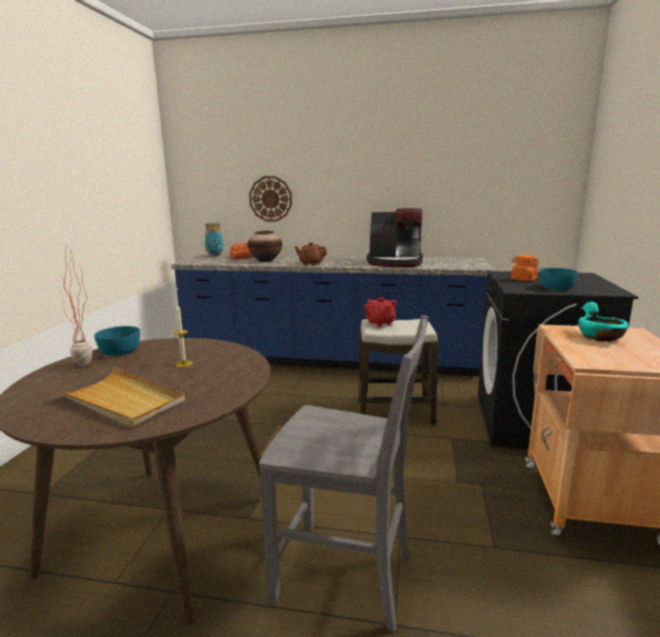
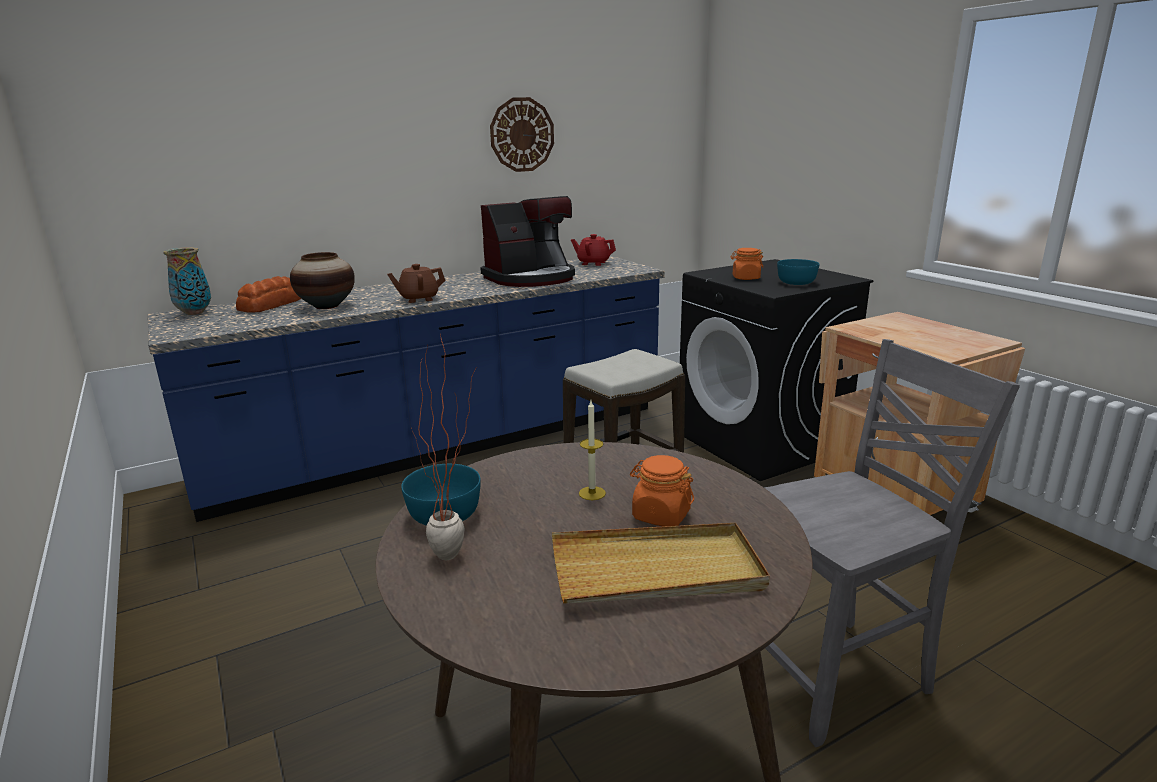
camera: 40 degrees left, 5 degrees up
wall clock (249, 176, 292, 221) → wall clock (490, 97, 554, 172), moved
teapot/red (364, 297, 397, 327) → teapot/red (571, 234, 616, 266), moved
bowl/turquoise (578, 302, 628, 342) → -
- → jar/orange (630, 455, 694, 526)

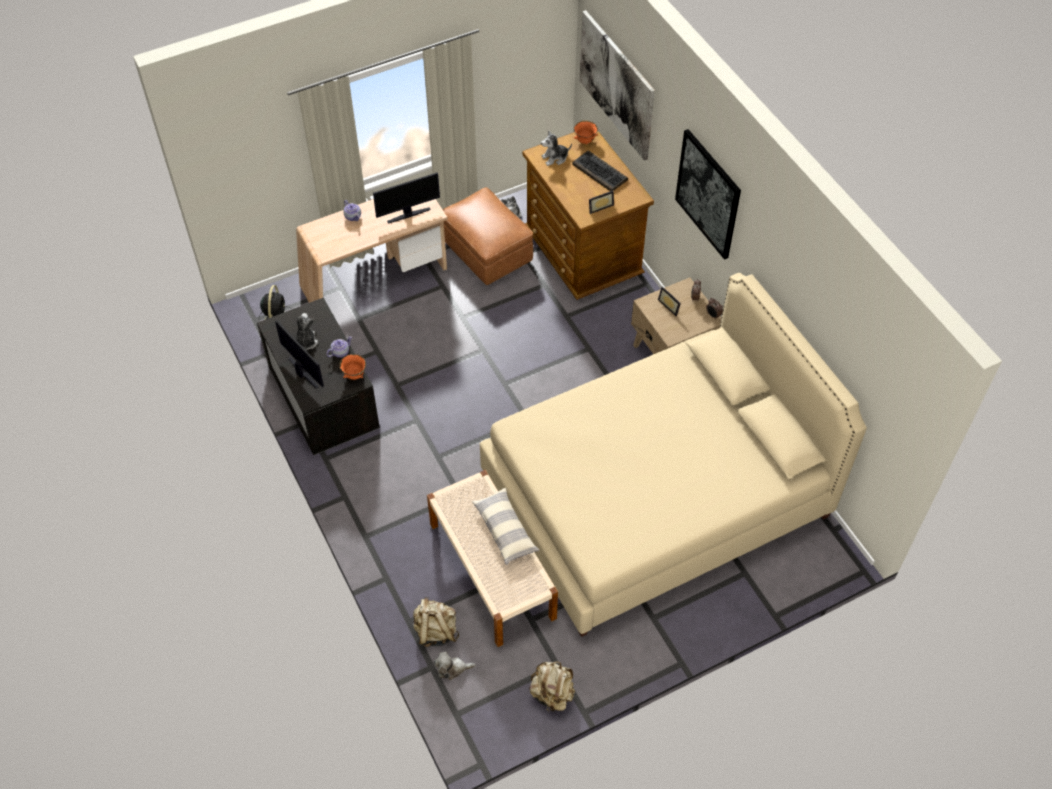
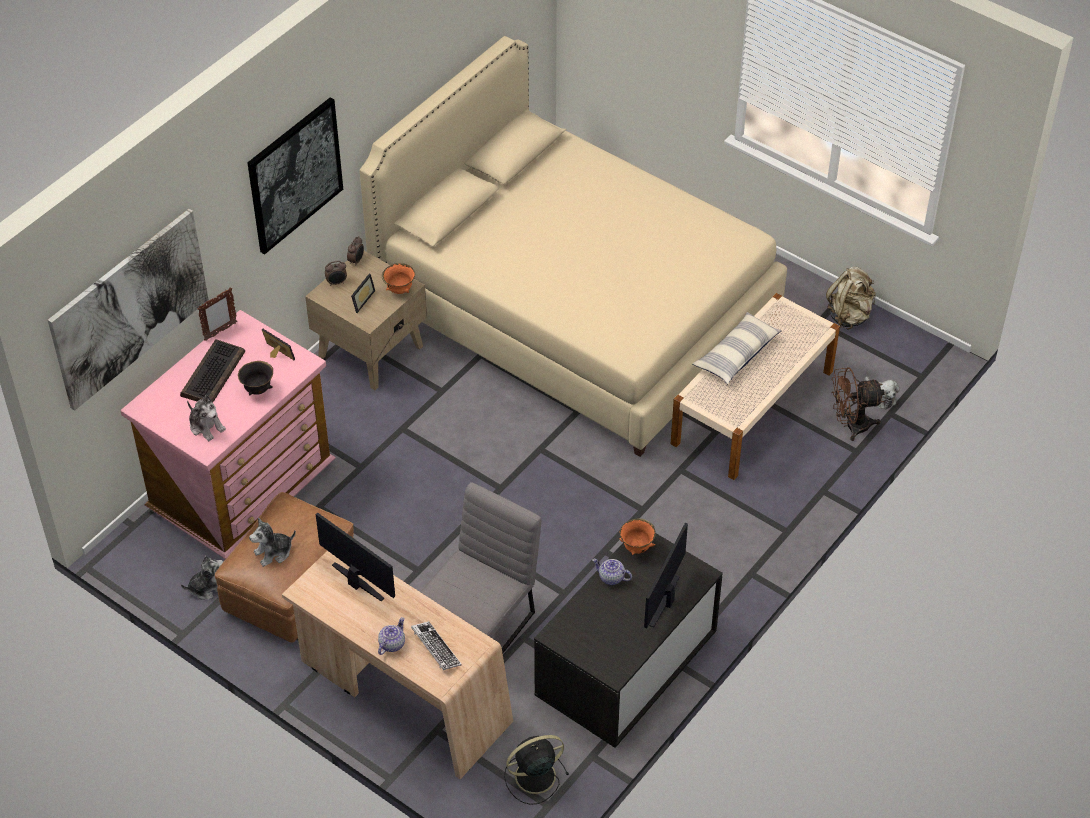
camera: 115 degrees left, 5 degrees down
plush toy (296, 313, 318, 350) → plush toy (249, 518, 296, 567), moved
backpack/beige (413, 597, 459, 647) → fan/brown (831, 367, 885, 441)
dresser/brown (522, 131, 654, 300) → dresser/pink (120, 310, 336, 560)
bowl/orange (574, 120, 598, 144) → bowl/orange (382, 263, 415, 294), moved
- → picture frame (197, 288, 237, 341)
- → bowl/black (238, 361, 273, 395)
- → keyboard (411, 621, 462, 670)
- → chair/grey (420, 482, 541, 653)

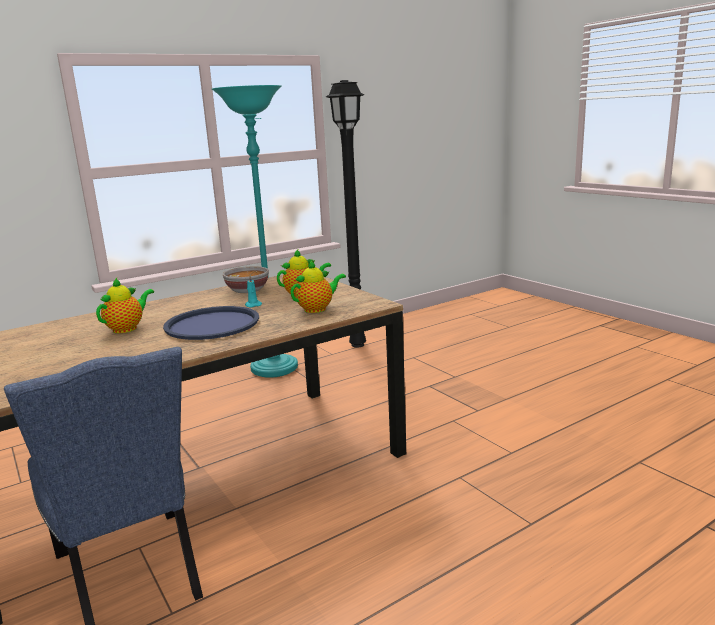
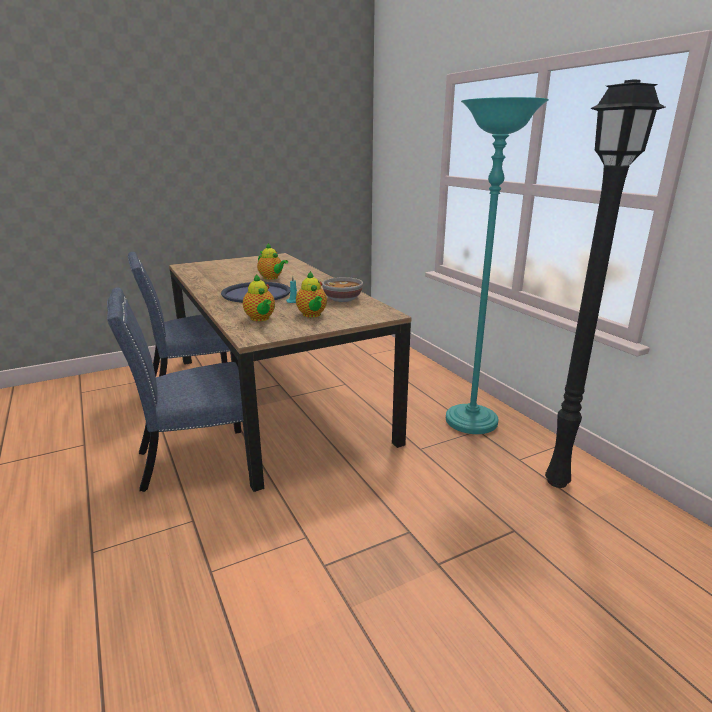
camera: 95 degrees right, 5 degrees up
- → chair/blue (107, 287, 249, 492)

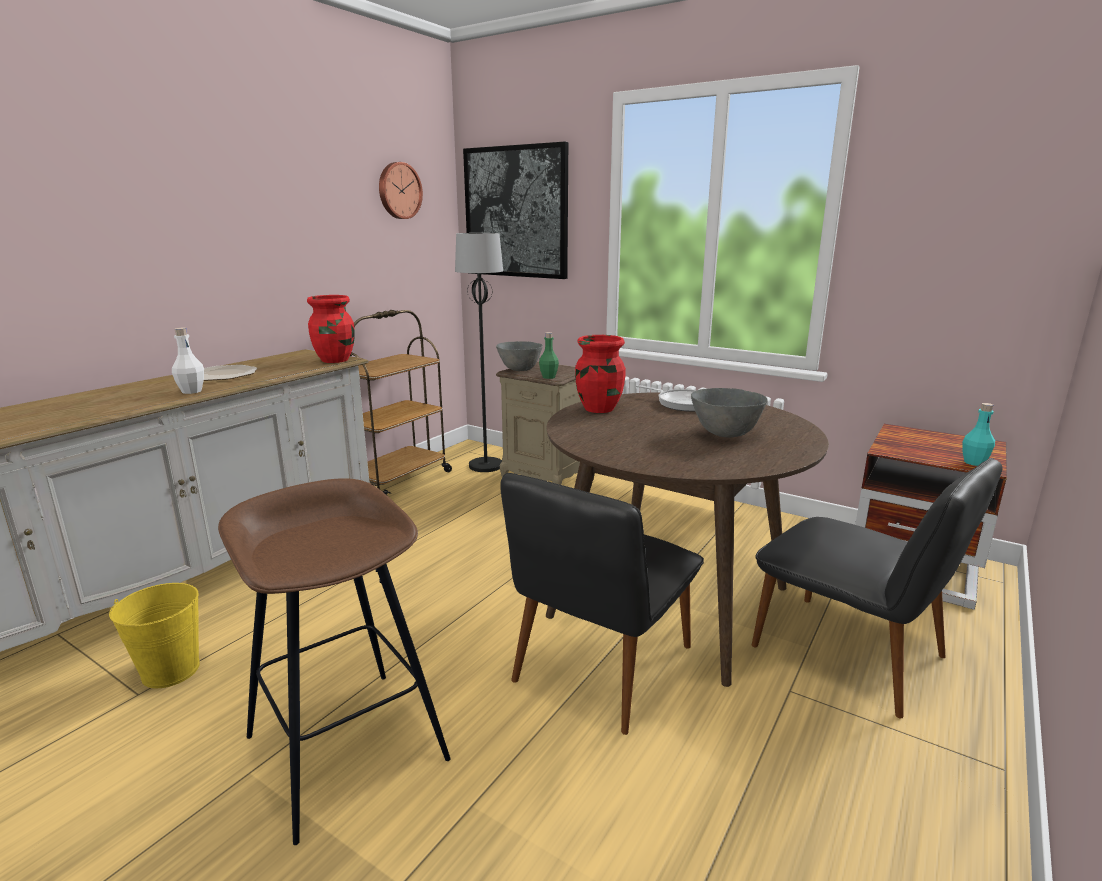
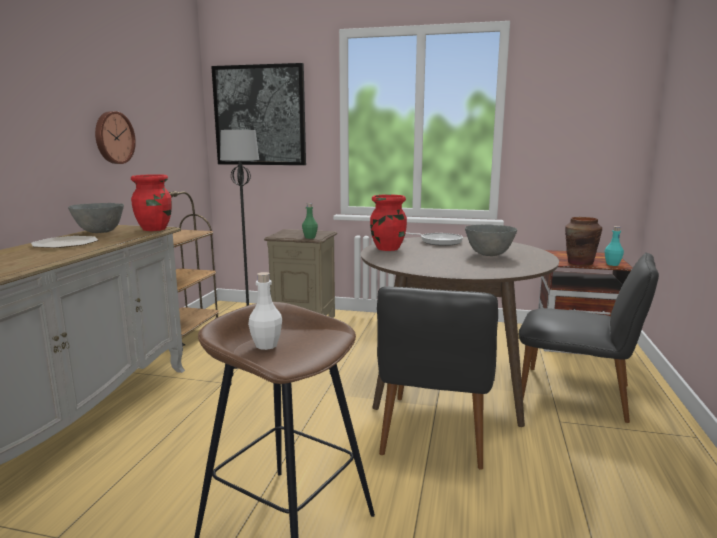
camera: 20 degrees left, 5 degrees down
bucket/yellow (109, 583, 200, 688) → -
bottle/white (172, 328, 204, 394) → bottle/white (248, 272, 282, 350), moved
wall clock (379, 162, 423, 219) → wall clock (95, 111, 136, 164), moved
bowl/grey (496, 341, 543, 371) → bowl/grey (68, 203, 124, 233), moved
- → vase/brown (565, 217, 602, 266)

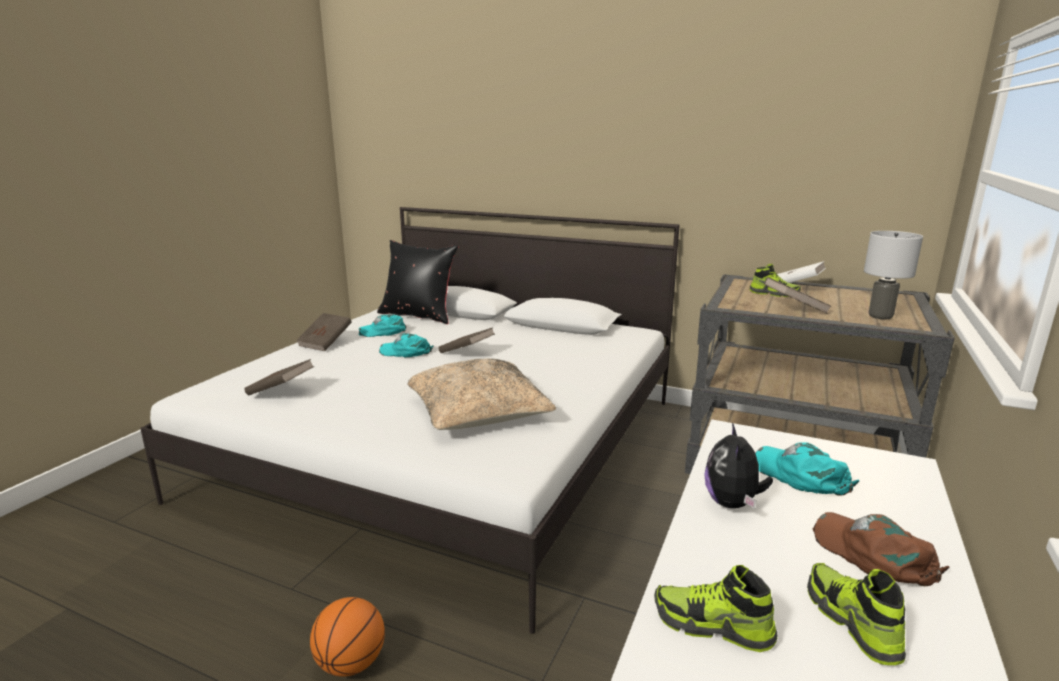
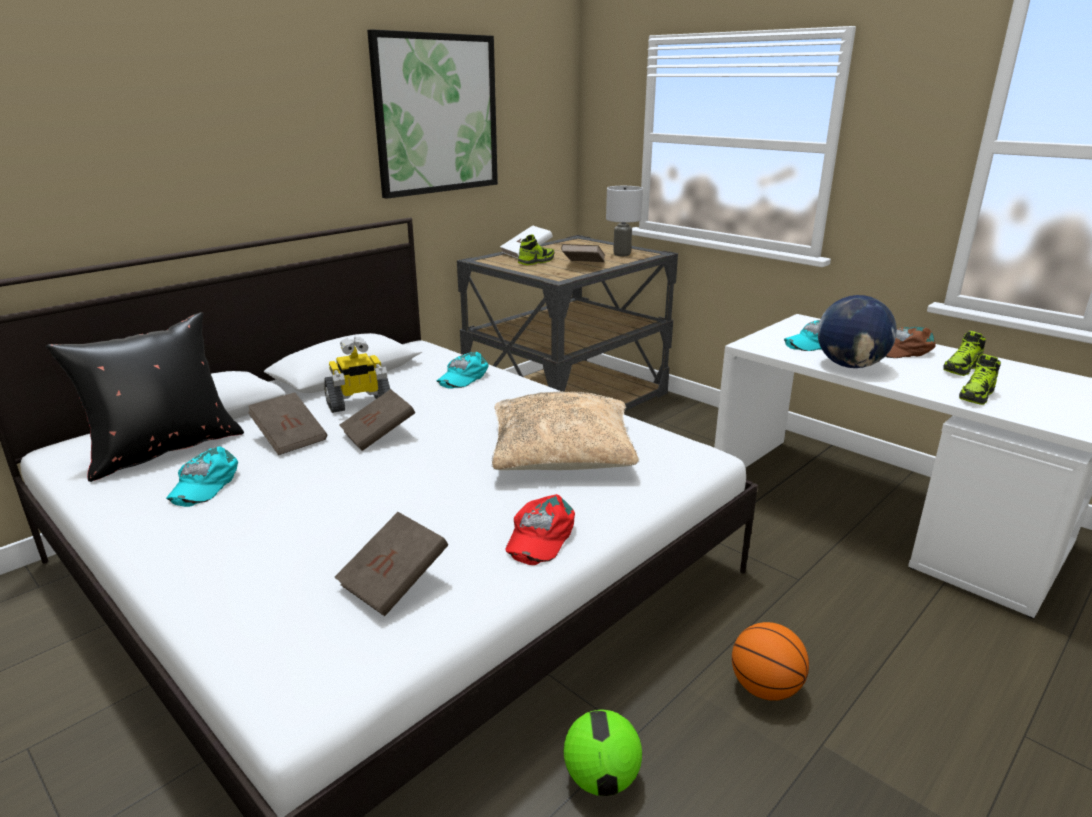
camera: 70 degrees left, 5 degrees up
book/brown (296, 313, 352, 351) → book/brown (248, 393, 327, 455), moved
cap/turquoise (379, 333, 433, 357) → cap/turquoise (437, 352, 489, 389), moved
plush toy (704, 422, 773, 509) → globe (818, 295, 897, 368)
shoe (807, 563, 906, 665) → shoe (943, 331, 986, 376), 45 degrees counterclockwise
- → toy robot (324, 337, 390, 413)
- → picture (367, 29, 498, 199)
- → cap/red (505, 494, 575, 565)
- → football (564, 709, 642, 796)

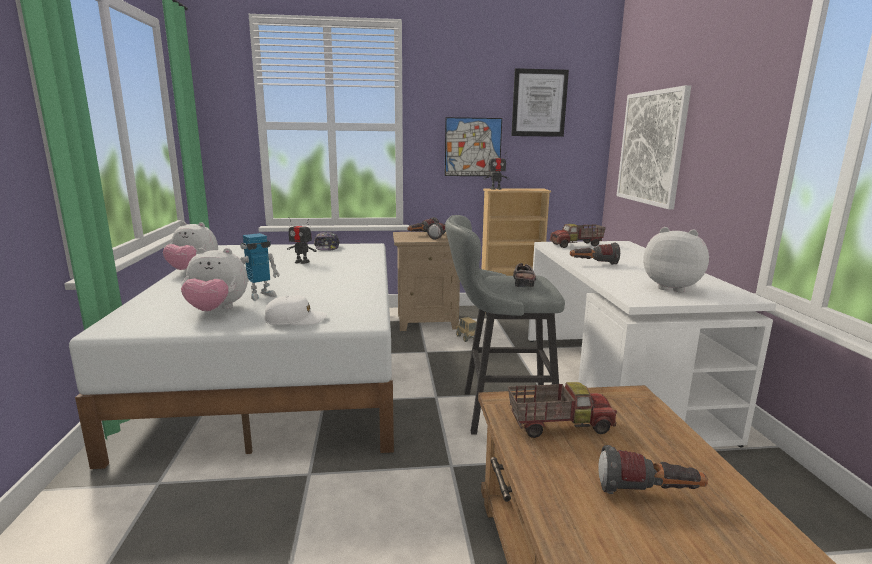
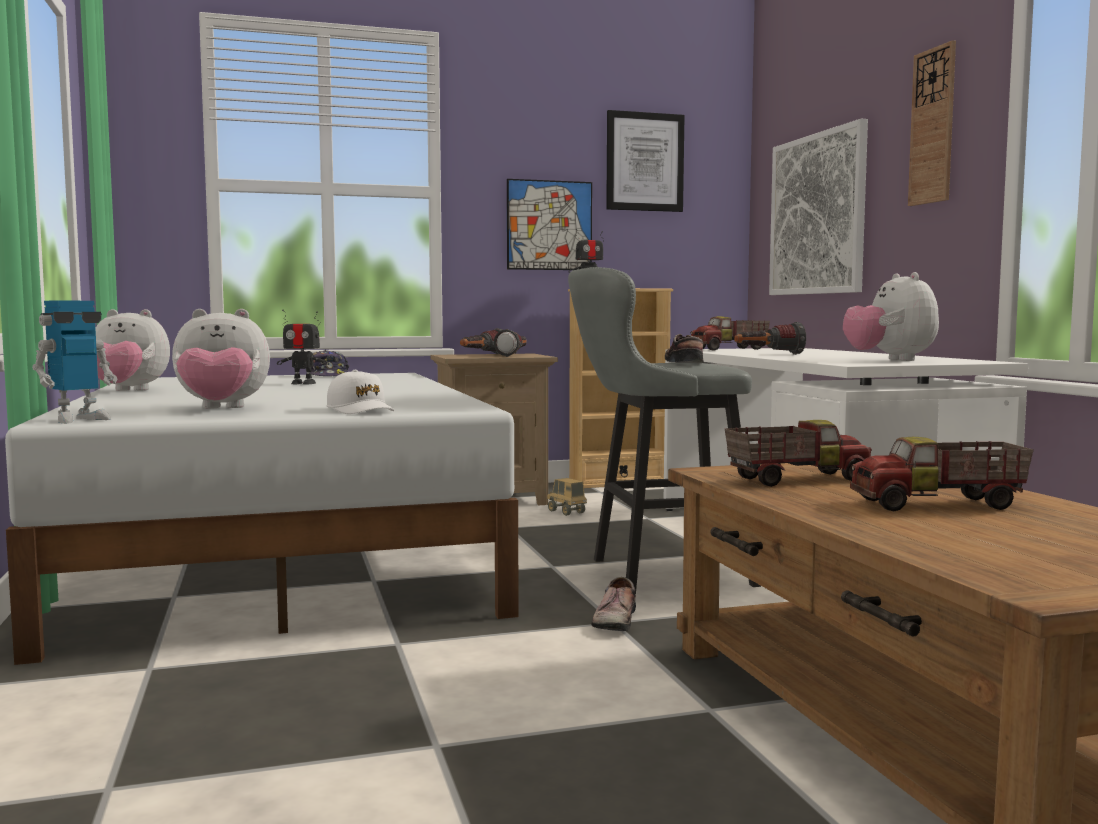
camera: 10 degrees left, 10 degrees down
toy robot (240, 233, 280, 301) → toy robot (32, 300, 117, 424), moved
cap/white (265, 295, 327, 325) → cap/white (326, 370, 394, 414), 75 degrees clockwise
flashlight (598, 445, 708, 494) → toy truck (850, 437, 1034, 511)
plush toy (643, 227, 709, 292) → plush toy (843, 272, 939, 361), 120 degrees counterclockwise
- → shoe (591, 577, 636, 631)
- → wall clock (908, 40, 956, 206)

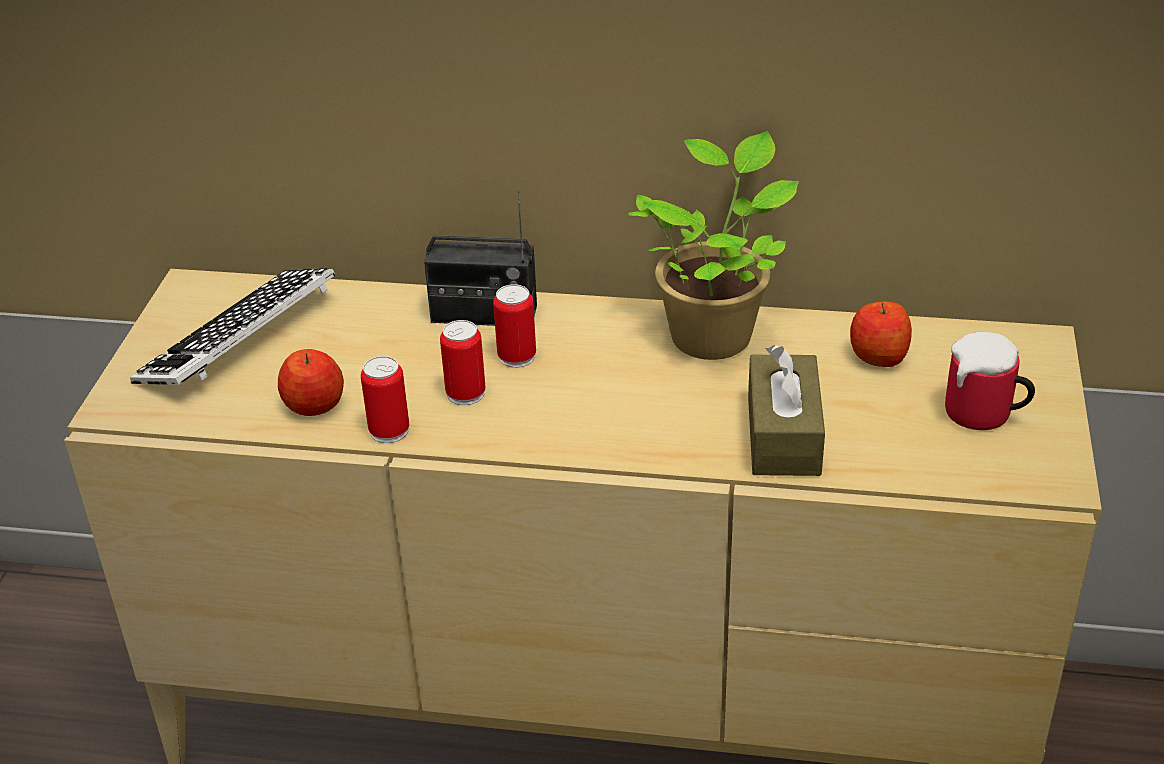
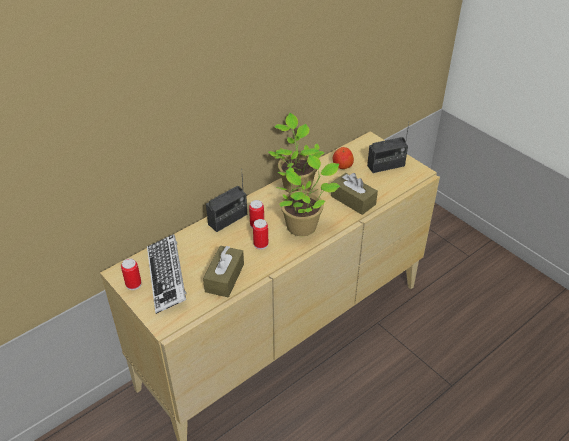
camera: 50 degrees left, 5 degrees up
apple (278, 349, 344, 416) → tissue box/brown (203, 246, 244, 297)
can (361, 356, 409, 443) → can (121, 258, 141, 290), moved
mug (945, 332, 1035, 430) → radio (367, 124, 409, 173)
- → potted plant (276, 155, 340, 236)

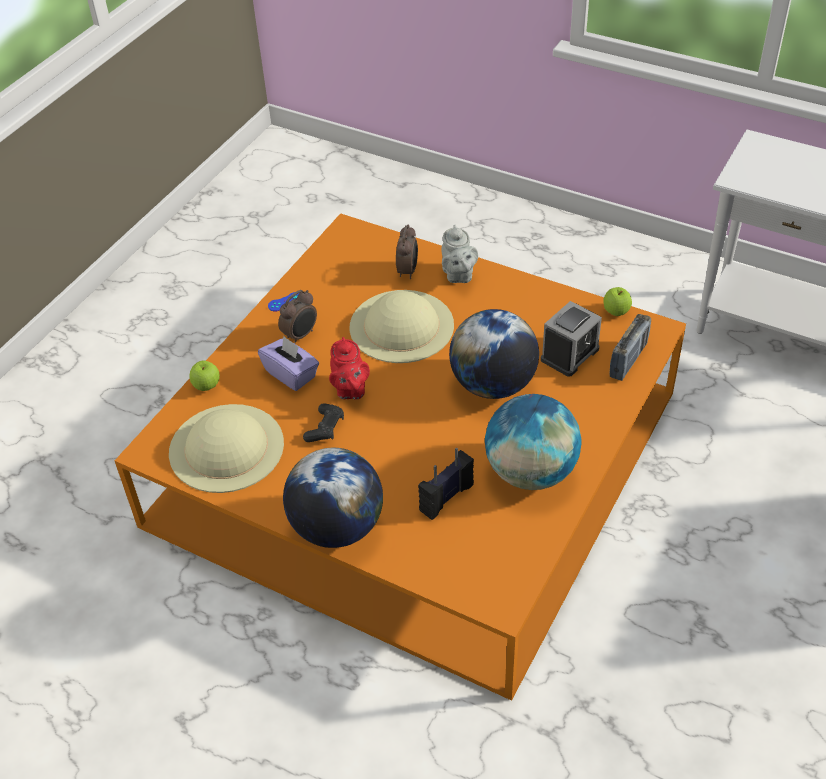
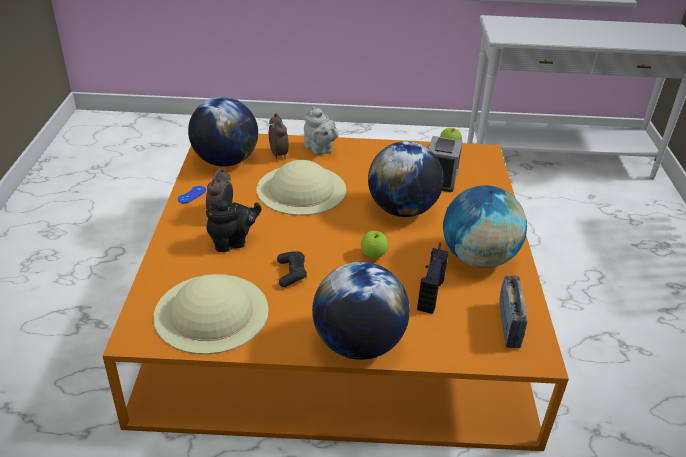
camera: 30 degrees left, 10 degrees down
apple (190, 361, 220, 391) → apple (361, 231, 388, 259), moved
tissue box/purple (258, 335, 319, 391) → teapot/black (206, 200, 261, 252)
teapot/red (329, 337, 370, 399) → -
radio (609, 314, 651, 381) → radio (499, 275, 528, 348), moved
- → globe (188, 97, 258, 167)

